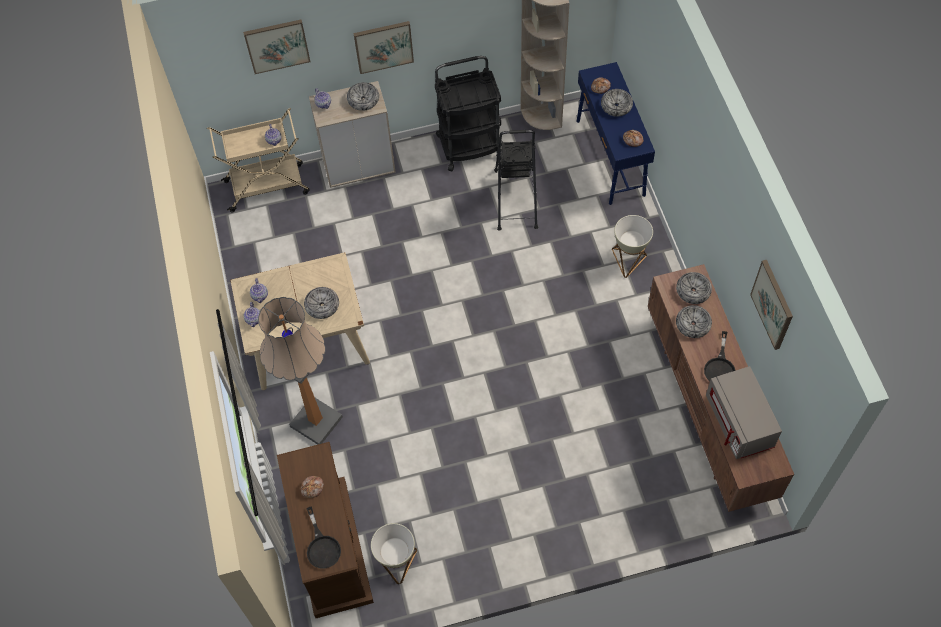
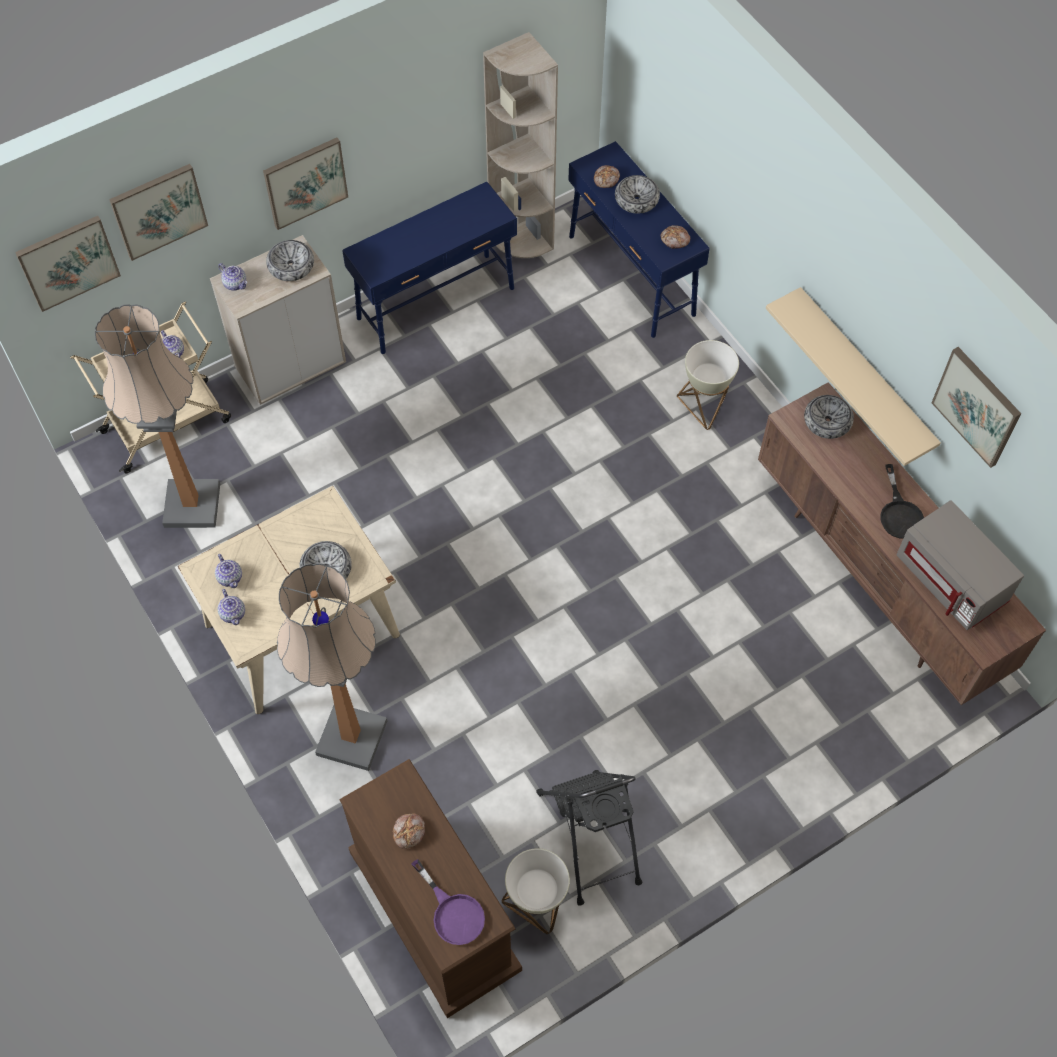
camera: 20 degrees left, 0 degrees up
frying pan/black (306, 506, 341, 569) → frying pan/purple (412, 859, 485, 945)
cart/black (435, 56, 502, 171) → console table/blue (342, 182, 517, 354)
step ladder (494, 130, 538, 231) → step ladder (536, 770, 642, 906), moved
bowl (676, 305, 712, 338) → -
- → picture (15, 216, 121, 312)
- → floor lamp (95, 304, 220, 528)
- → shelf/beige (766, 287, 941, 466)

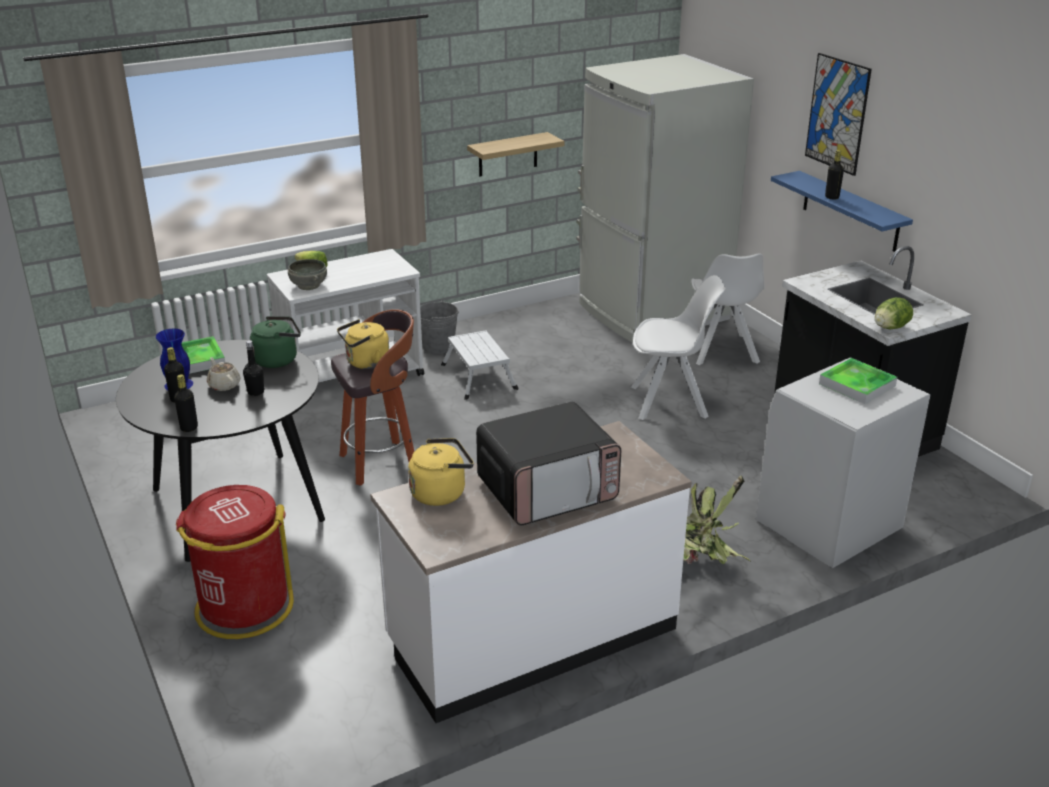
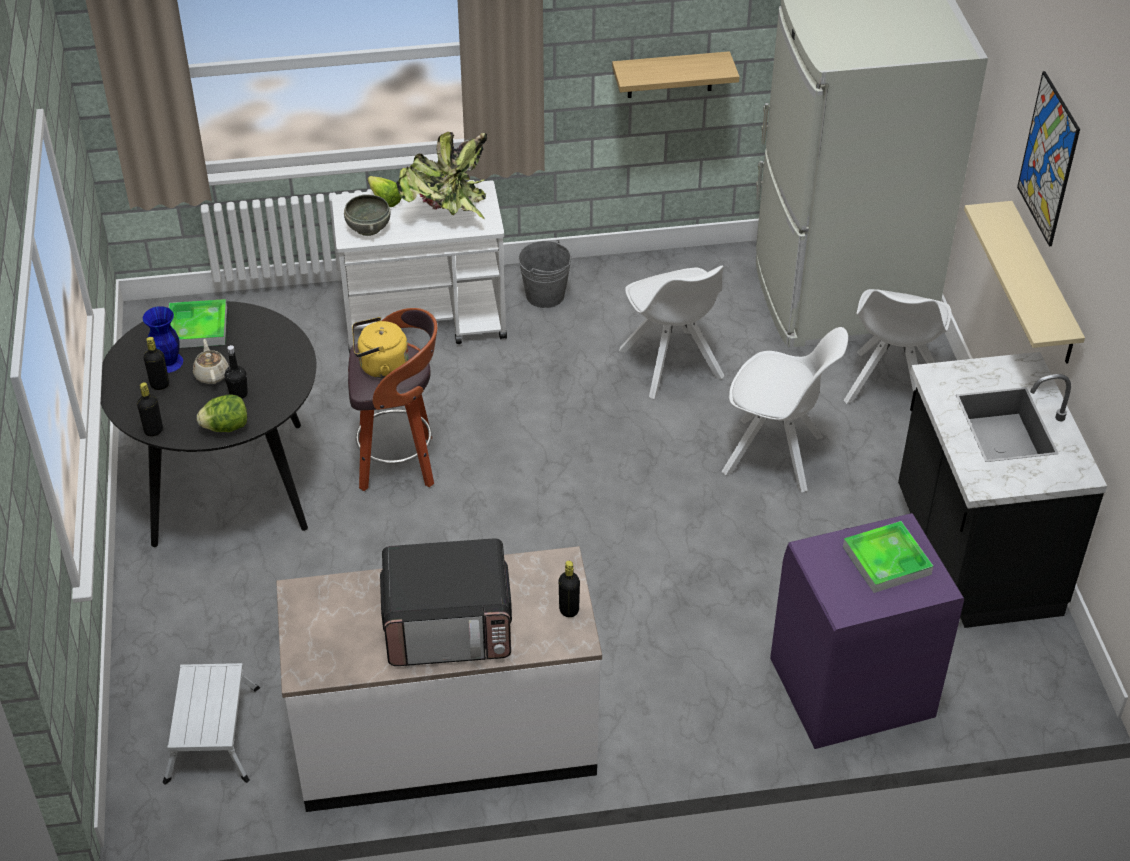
camera: 20 degrees right, 15 degrees up
trash can/red (176, 485, 294, 639) → -
kettle/green (250, 316, 301, 368) → -
kettle/yellow (408, 438, 474, 506) → -
step ladder/white (441, 330, 519, 400) → step ladder/white (163, 663, 260, 785), moved
potted plant (683, 475, 750, 564) → potted plant (396, 132, 487, 219), moved
washing machine/white (756, 357, 931, 569) → washing machine/purple (770, 513, 964, 749)
shelf/blue (771, 171, 913, 252) → shelf/beige (964, 201, 1085, 364)
bottle/black (825, 150, 844, 200) → bottle/black (559, 561, 580, 617), moved
lettuce (875, 297, 913, 329) → lettuce (197, 394, 247, 432), moved
- → chair/white (619, 266, 725, 399)

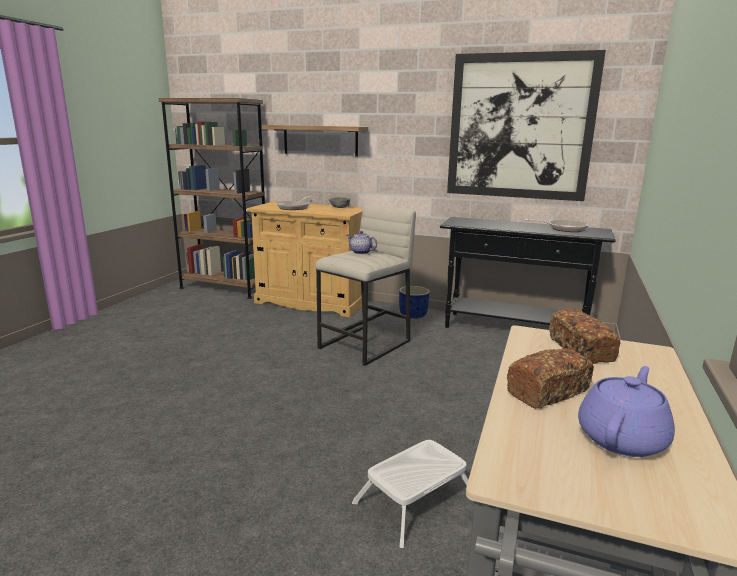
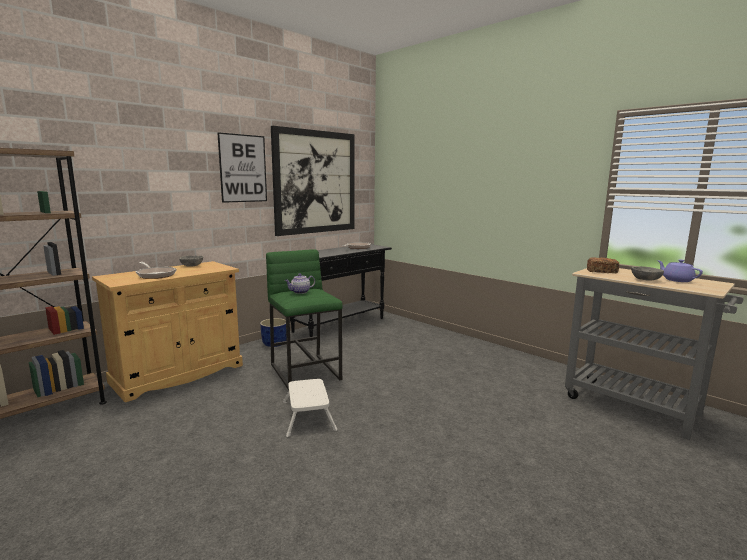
camera: 65 degrees left, 5 degrees down
shelf (262, 125, 368, 157) → -
stool/beige (316, 204, 416, 366) → stool/green (266, 249, 343, 390)
step ladder/white (352, 440, 469, 548) → step ladder/white (283, 379, 337, 437), moved
bread (507, 348, 594, 409) → bowl/grey (631, 266, 664, 281)
- → picture (217, 132, 267, 203)

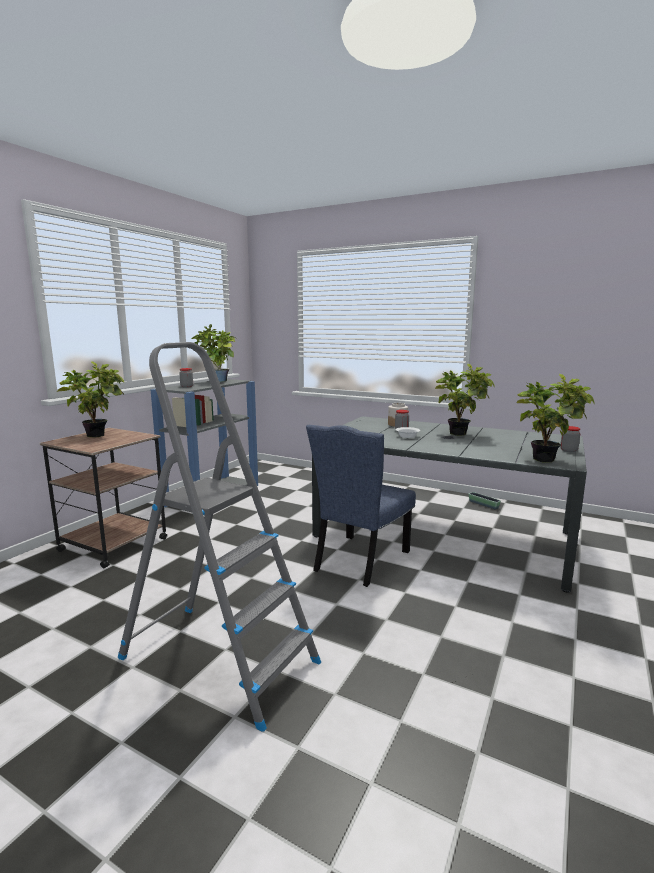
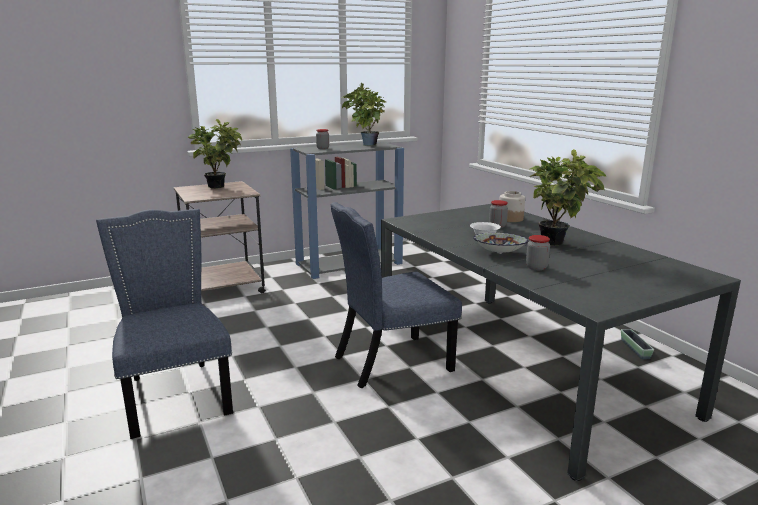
camera: 35 degrees right, 5 degrees up
step ladder/grey (118, 342, 321, 732) → chair/blue (96, 209, 233, 439)
potted plant (517, 374, 594, 463) → -
jar (560, 426, 580, 452) → jar (526, 235, 550, 270), moved
- → bowl (473, 233, 529, 254)

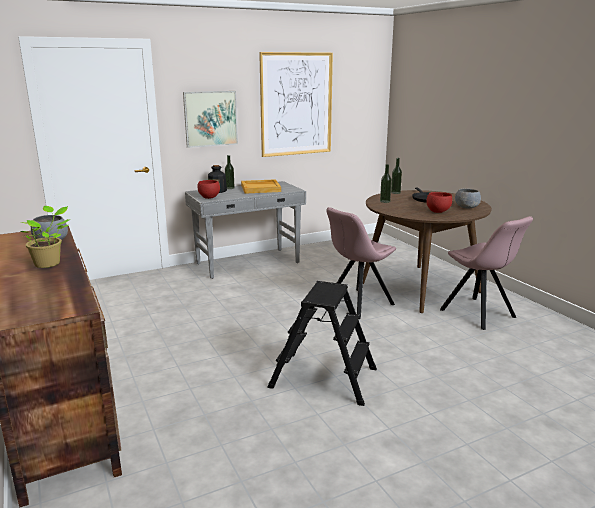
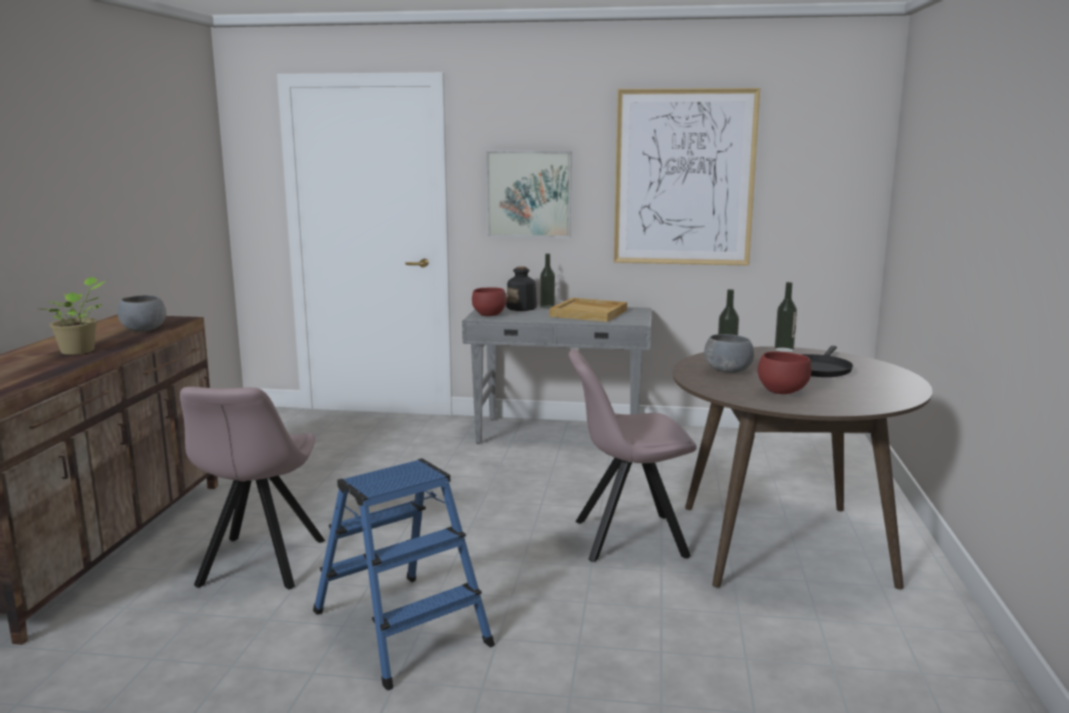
camera: 35 degrees right, 5 degrees down
step ladder/black (267, 281, 377, 406) → step ladder/blue (313, 458, 495, 690)
chair/pink (440, 216, 533, 330) → chair/pink (180, 387, 325, 589), moved
bowl/grey (455, 189, 481, 209) → bowl/grey (704, 334, 754, 373), moved

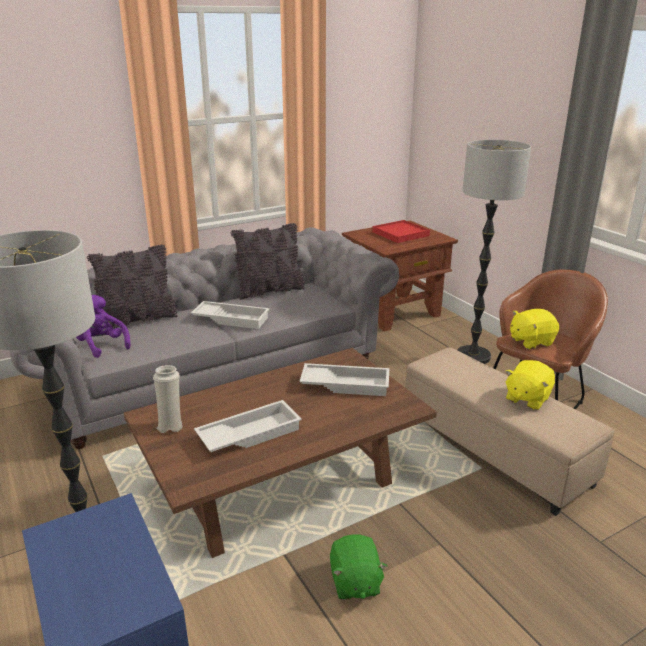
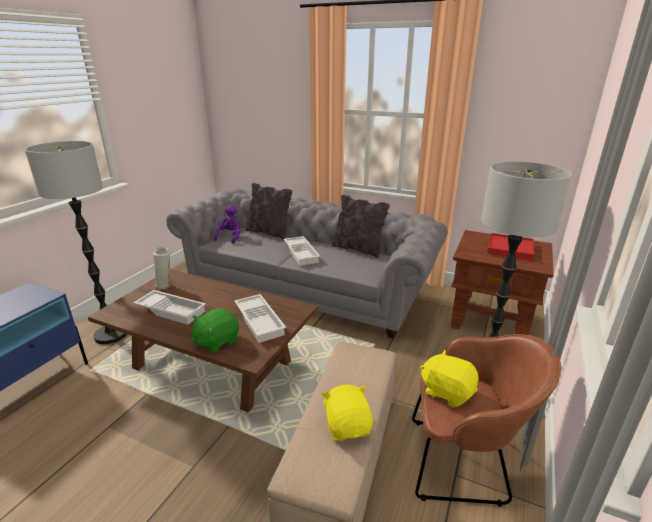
camera: 55 degrees right, 0 degrees up
plush toy/green (330, 534, 387, 600) → plush toy/green (191, 308, 239, 353), moved
plush toy/yellow (505, 360, 555, 410) → plush toy/yellow (321, 385, 373, 441), 75 degrees clockwise

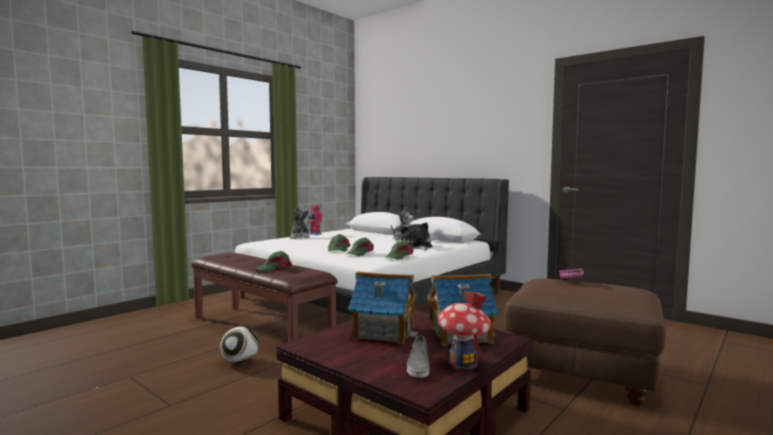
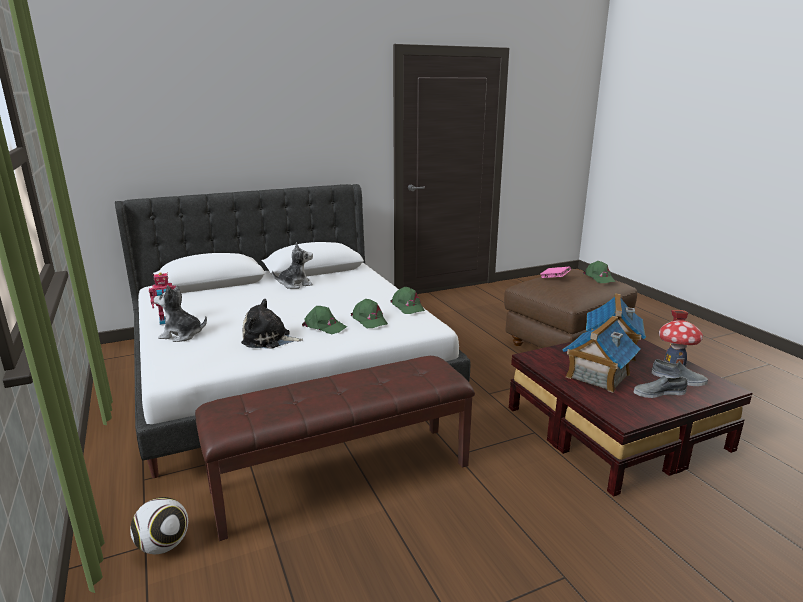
camera: 65 degrees left, 15 degrees up
football (220, 327, 259, 364) → football (130, 497, 188, 554), moved
cap/green (256, 251, 292, 272) → cap/green (583, 261, 616, 283), moved
plush toy (401, 222, 433, 250) → plush toy (241, 299, 303, 349), moved
- → shoe/grey (634, 376, 688, 398)

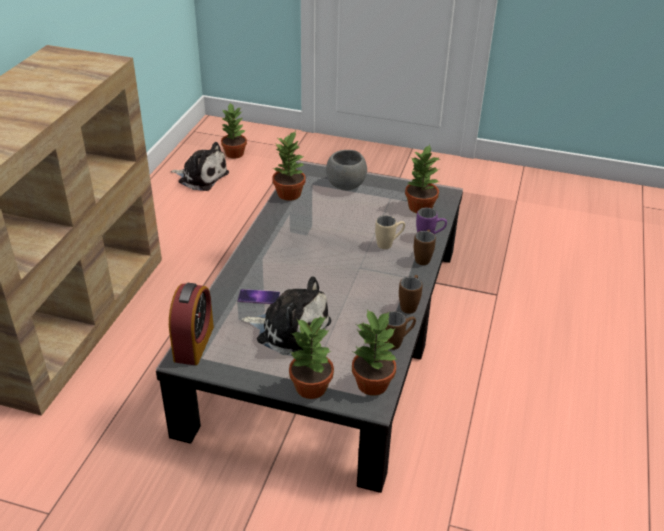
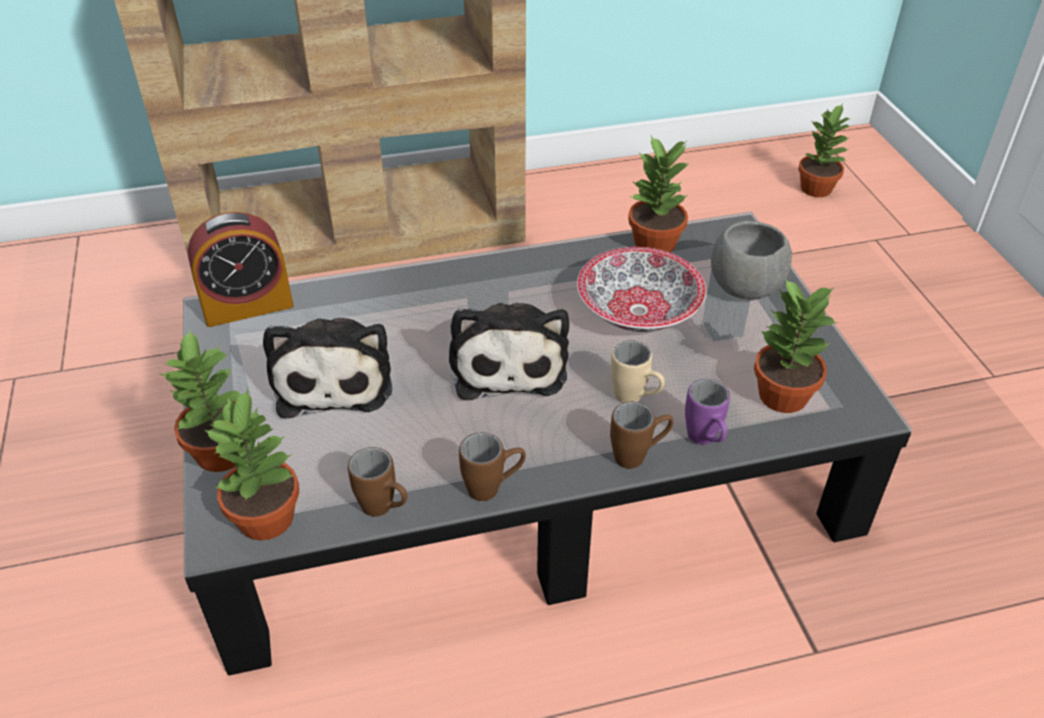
camera: 60 degrees right, 5 degrees up
plush toy (171, 142, 229, 191) → plush toy (449, 303, 569, 400), moved
phone (238, 289, 280, 304) → -
- → bowl (577, 247, 706, 332)

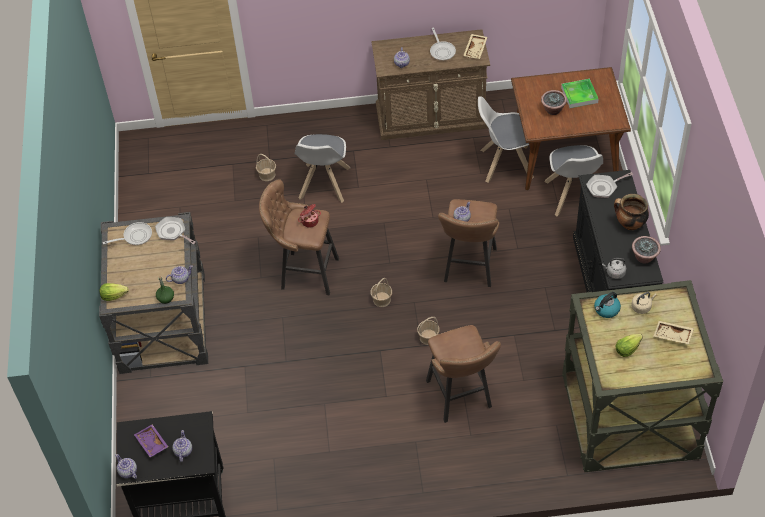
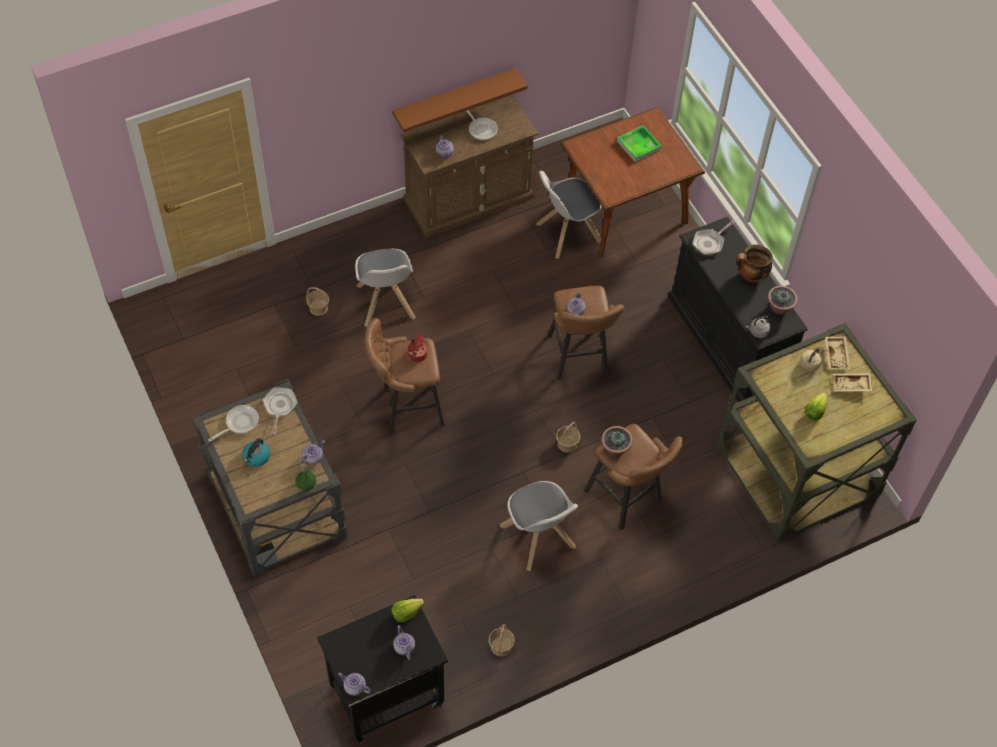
camera: 25 degrees left, 5 degrees up
lettuce (100, 283, 129, 301) → lettuce (392, 599, 424, 622), moved
tray/purple (134, 424, 168, 457) → -
frying pan (155, 217, 196, 244) → frying pan (263, 387, 298, 434), 75 degrees clockwise
basket (370, 278, 392, 307) → basket (488, 624, 515, 656), moved
tray/beige (463, 34, 488, 59) → tray/beige (825, 336, 850, 369), moved
potted plant (541, 90, 567, 115) → potted plant (601, 426, 633, 456), moved
chair (544, 145, 603, 217) → chair (500, 481, 578, 571), moved
kettle (594, 292, 621, 318) → kettle (243, 438, 270, 467), moved
- → shelf/brown (392, 68, 528, 132)

